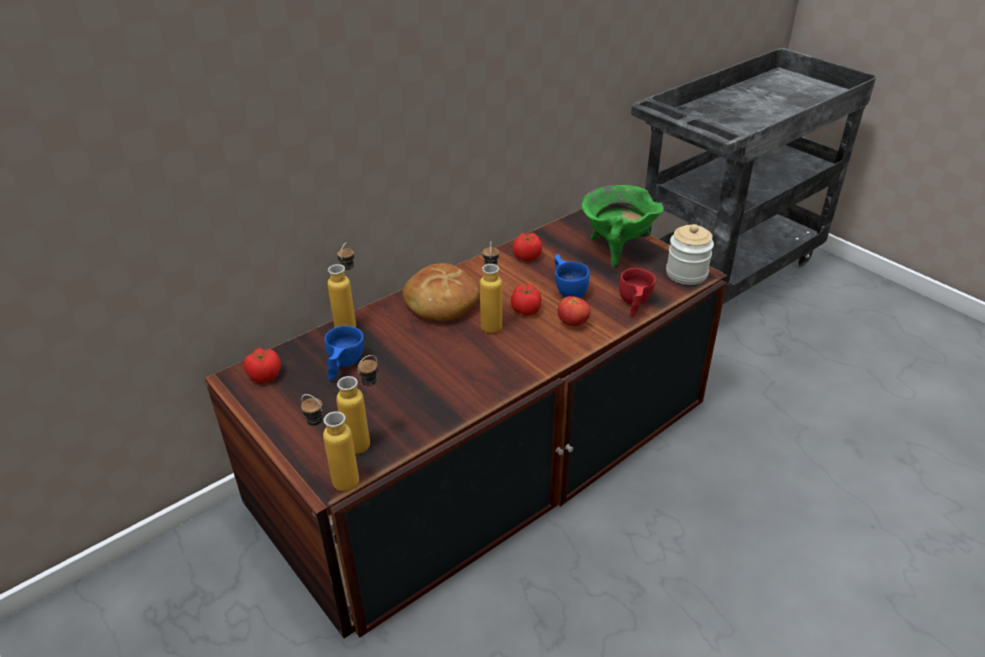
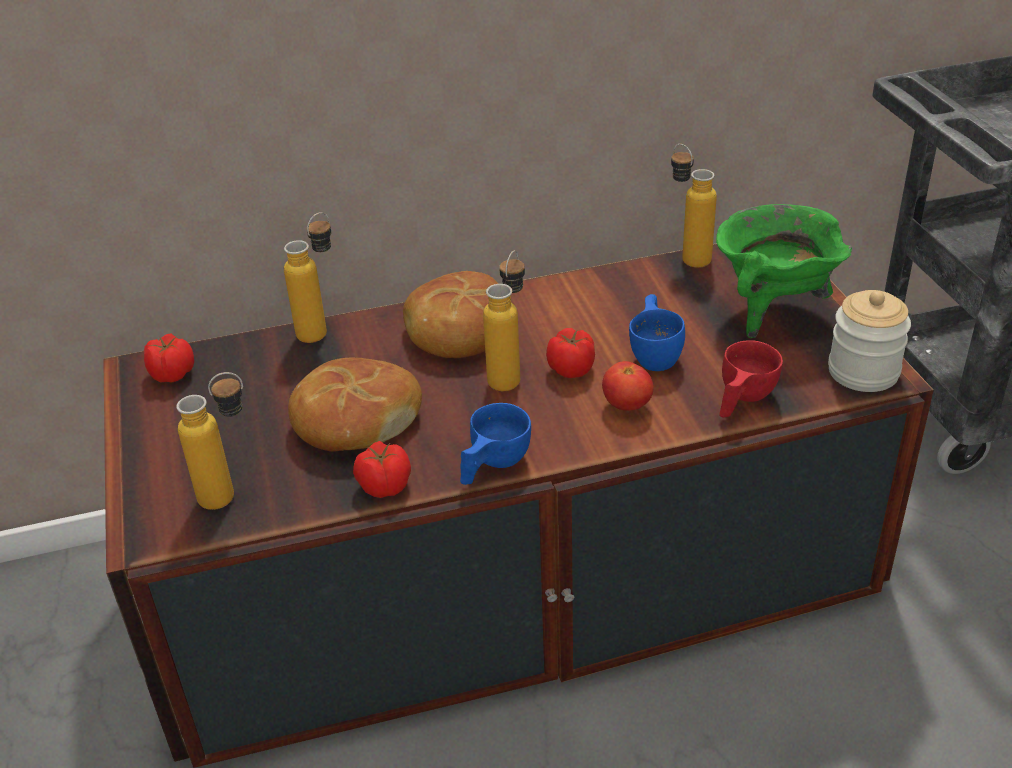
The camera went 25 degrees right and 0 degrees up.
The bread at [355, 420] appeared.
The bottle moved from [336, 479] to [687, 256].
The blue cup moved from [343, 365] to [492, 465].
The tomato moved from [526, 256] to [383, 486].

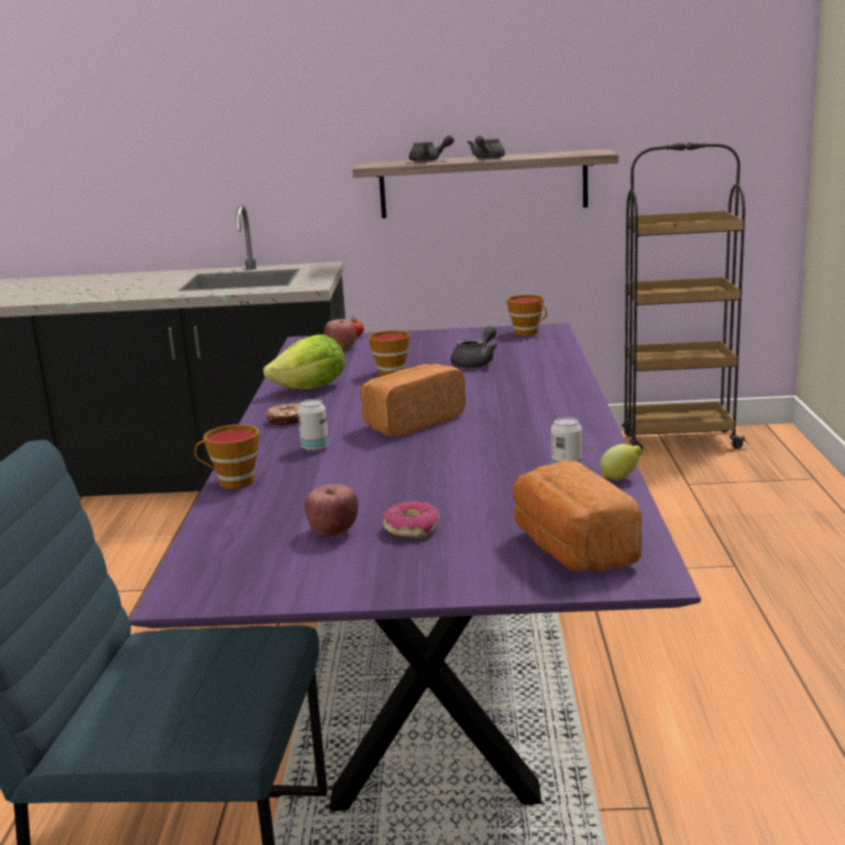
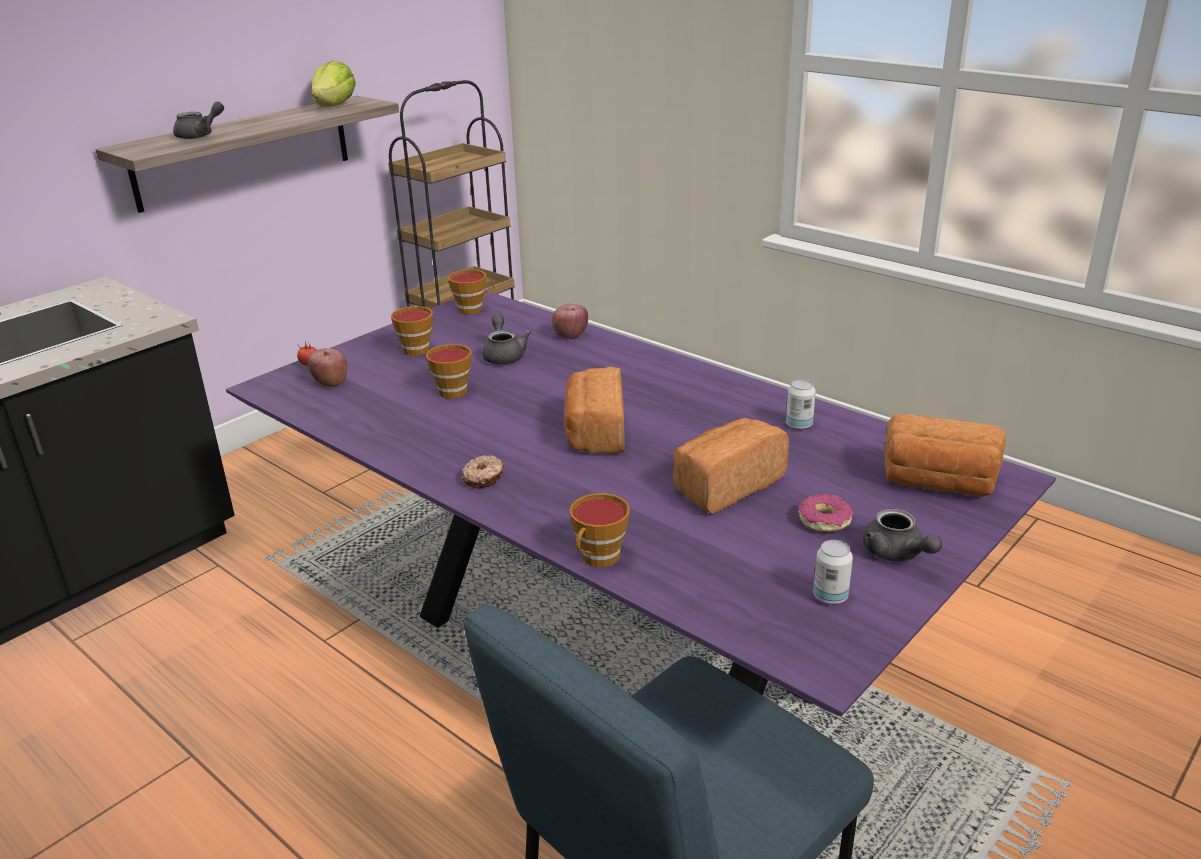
The camera went 50 degrees left and 10 degrees up.
The lemon at [621, 478] disappeared.
The cup at [413, 349] appeared.
The bread at [725, 485] appeared.
The lettuce moved from [311, 388] to [335, 106].
The can moved from [315, 448] to [830, 596].
The apple moved from [333, 532] to [570, 335].
The grey teapot moved from [487, 159] to [897, 554].

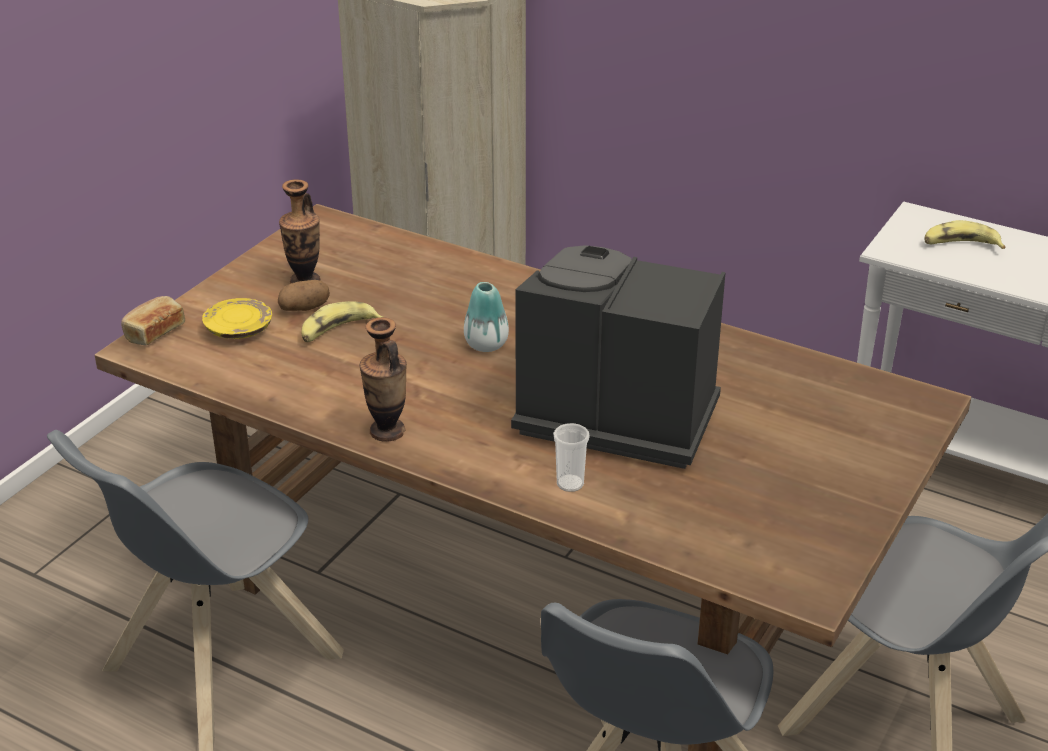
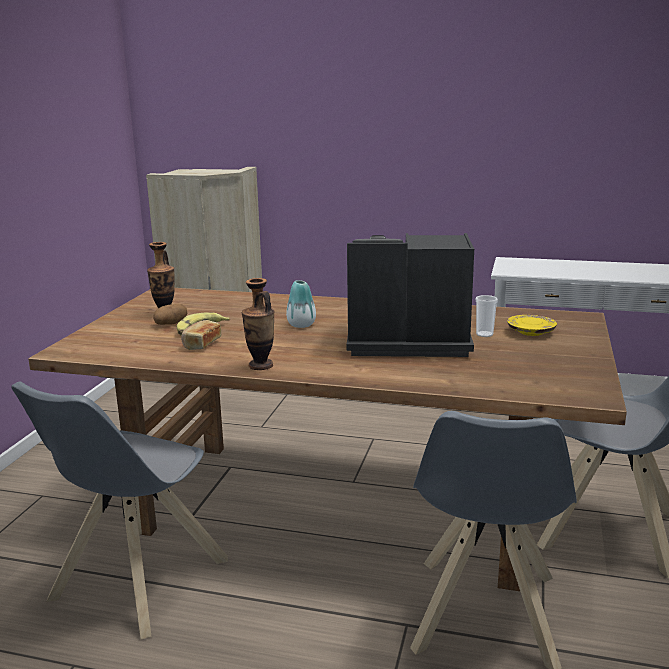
The camera went 15 degrees left and 15 degrees down.
The banana at [960, 245] disappeared.
The bread moved from [154, 332] to [201, 344].
The yellow plate moved from [238, 329] to [530, 332].
The cup moved from [570, 483] to [484, 334].

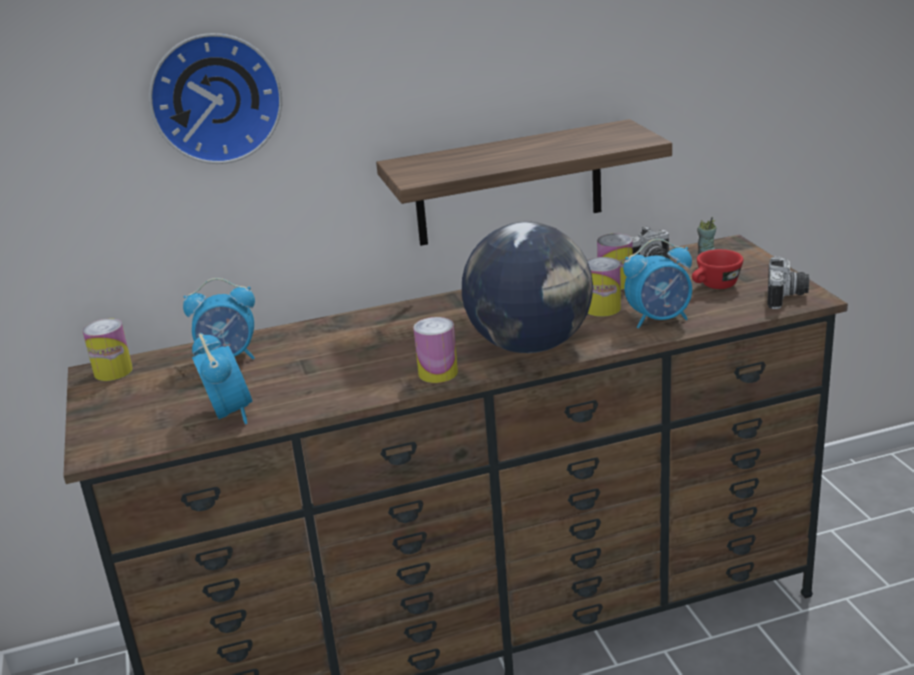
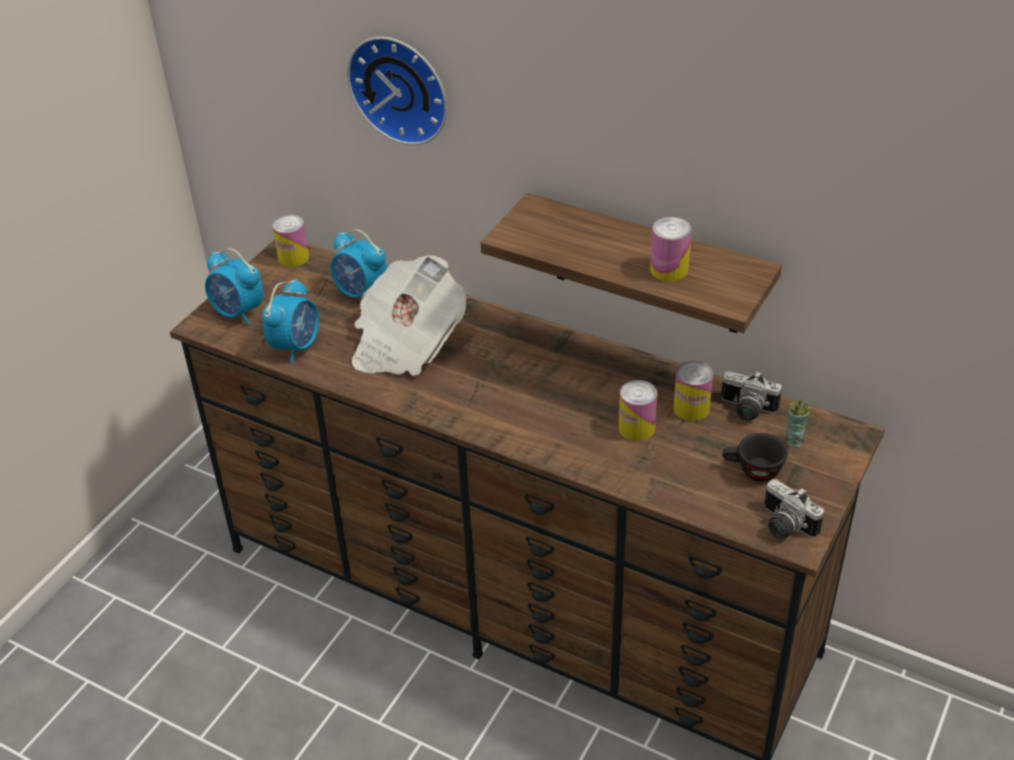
The camera went 45 degrees right and 15 degrees up.
The globe at [530, 345] disappeared.
The newspaper at [406, 343] appeared.
The can moved from [438, 373] to [669, 270].
The alarm clock moved from [659, 319] to [238, 313].
The red cup at [714, 286] became the black cup at [752, 471].
The photo camera at [787, 297] turned 75 degrees clockwise.

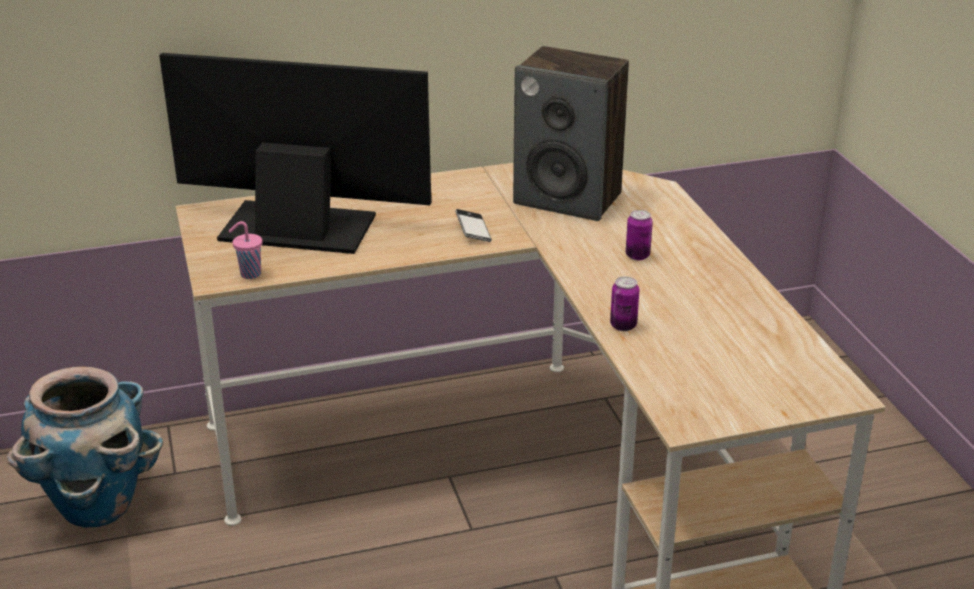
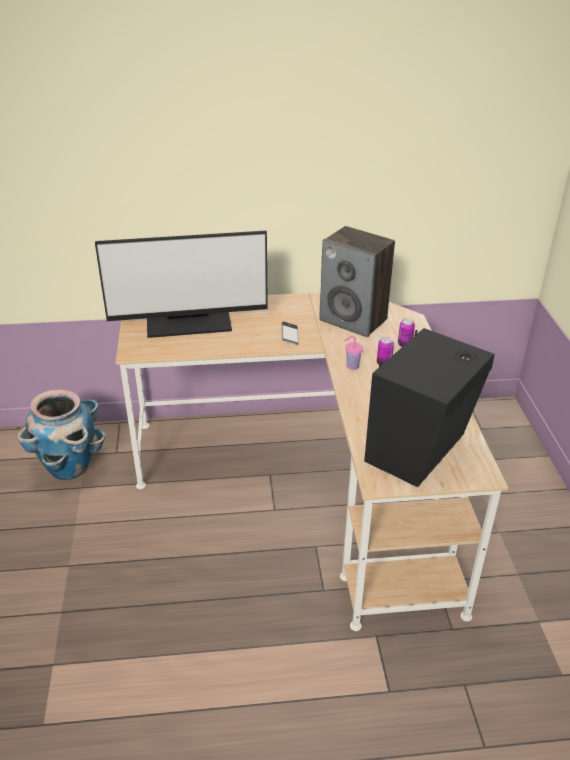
The camera went 10 degrees right and 5 degrees up.
The black speaker at [421, 449] appeared.
The pink cup moved from [249, 274] to [351, 366].
The can moved from [623, 326] to [405, 344].
The monitor at [298, 226] turned 150 degrees clockwise.

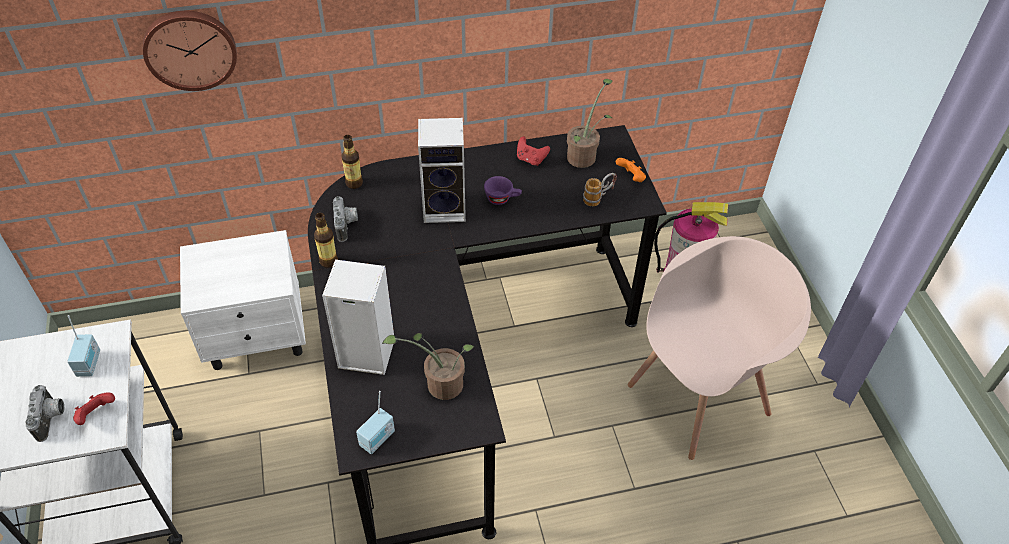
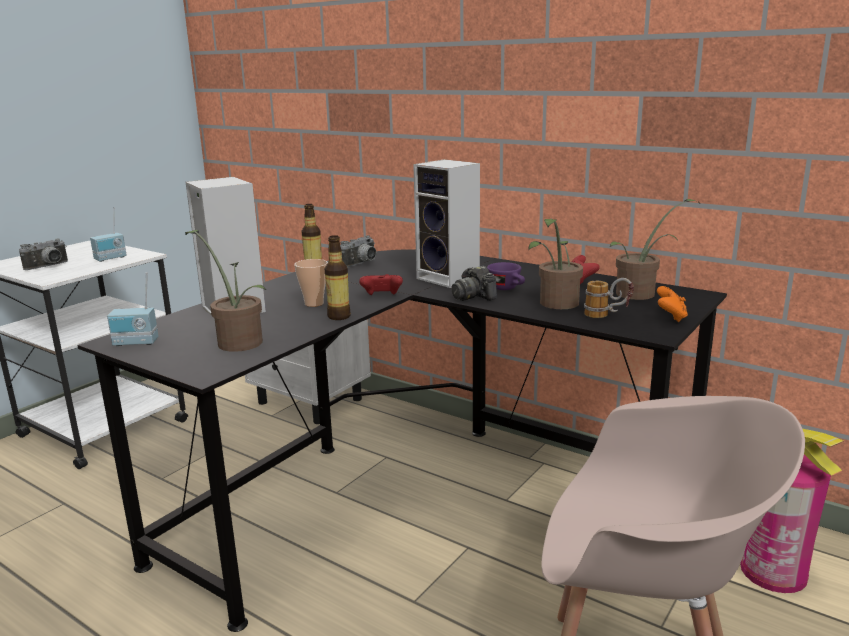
The camera went 50 degrees right and 30 degrees down.
The wall clock at [190, 48] disappeared.
The cup at [314, 303] appeared.
The photo camera at [473, 296] appeared.
The potted plant at [556, 304] appeared.
The red game controller moved from [96, 414] to [382, 296].
The bottle moved from [354, 183] to [339, 316].

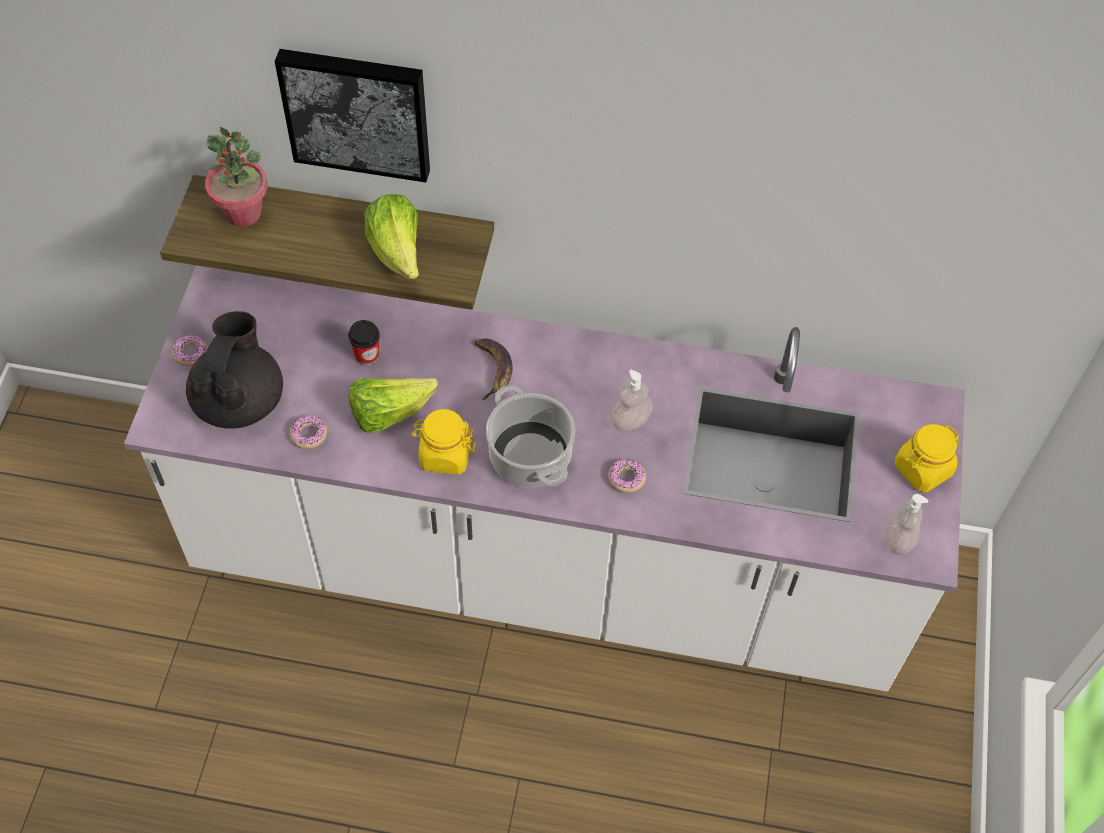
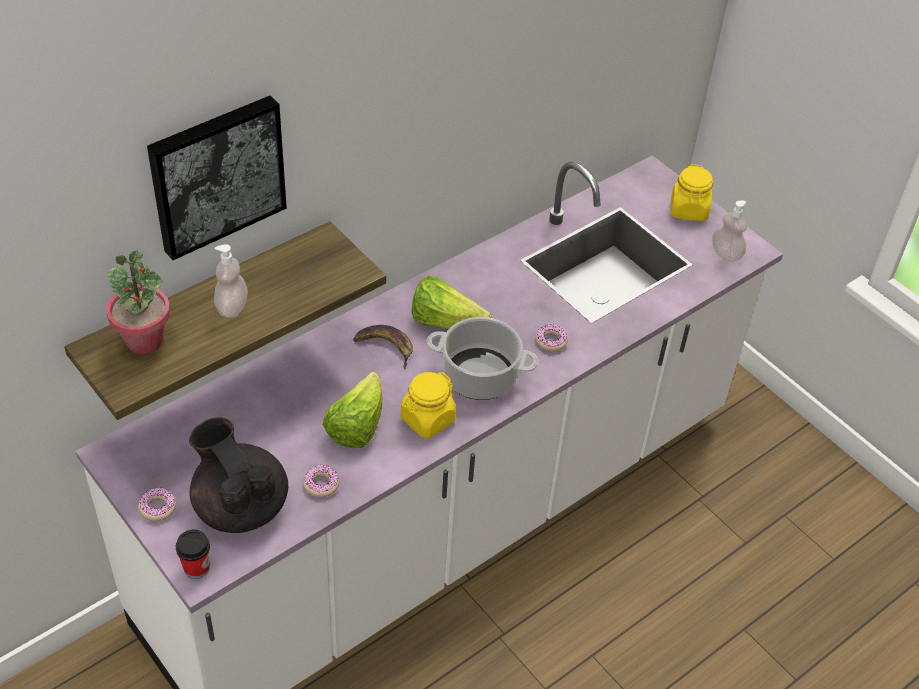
The camera went 50 degrees left and 10 degrees down.
The cup moved from [367, 356] to [196, 567].
The lettuce moved from [397, 253] to [445, 321].
The soap dispenser moved from [630, 421] to [232, 307].

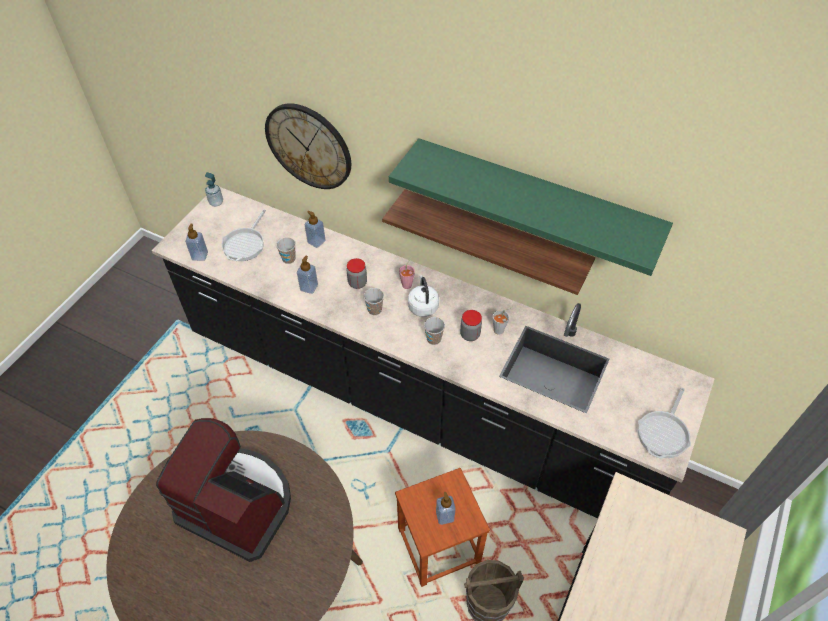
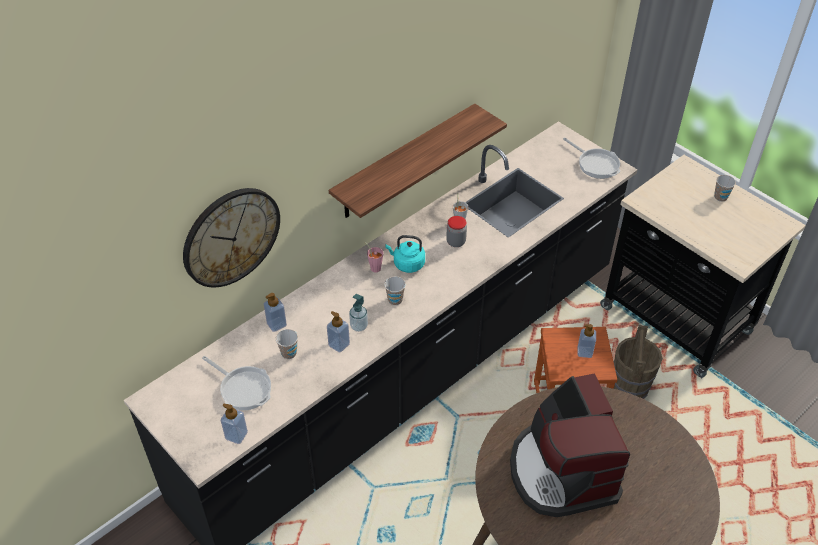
The camera went 70 degrees left and 5 degrees down.
The jar at [357, 283] disappeared.
The green shelf at [535, 198] disappeared.
The soap dispenser moved from [216, 202] to [359, 326].
The cup moved from [433, 339] to [720, 197].
The white kettle at [423, 306] became the turquoise kettle at [407, 264].
The coffee machine at [237, 504] turned 60 degrees counterclockwise.

